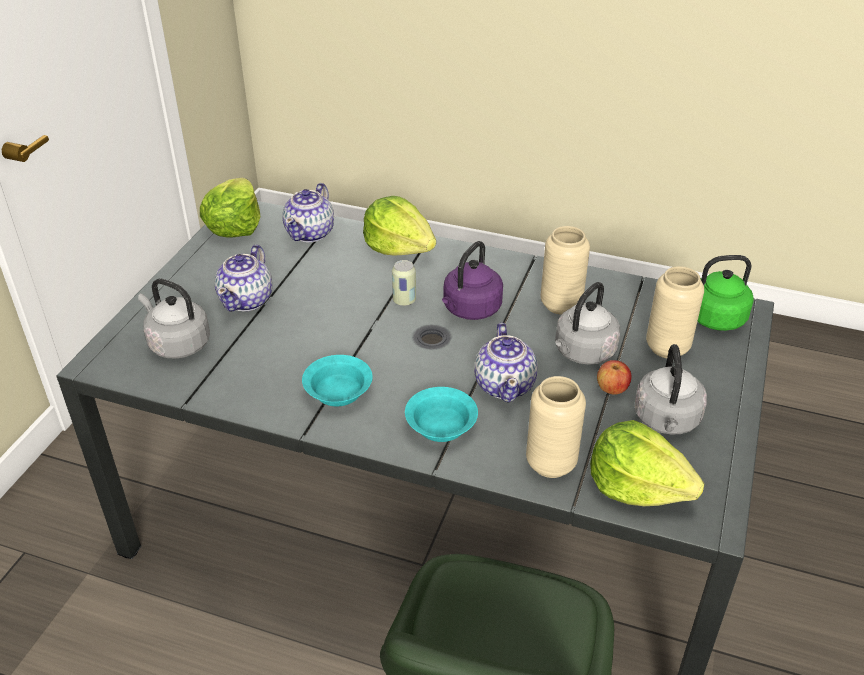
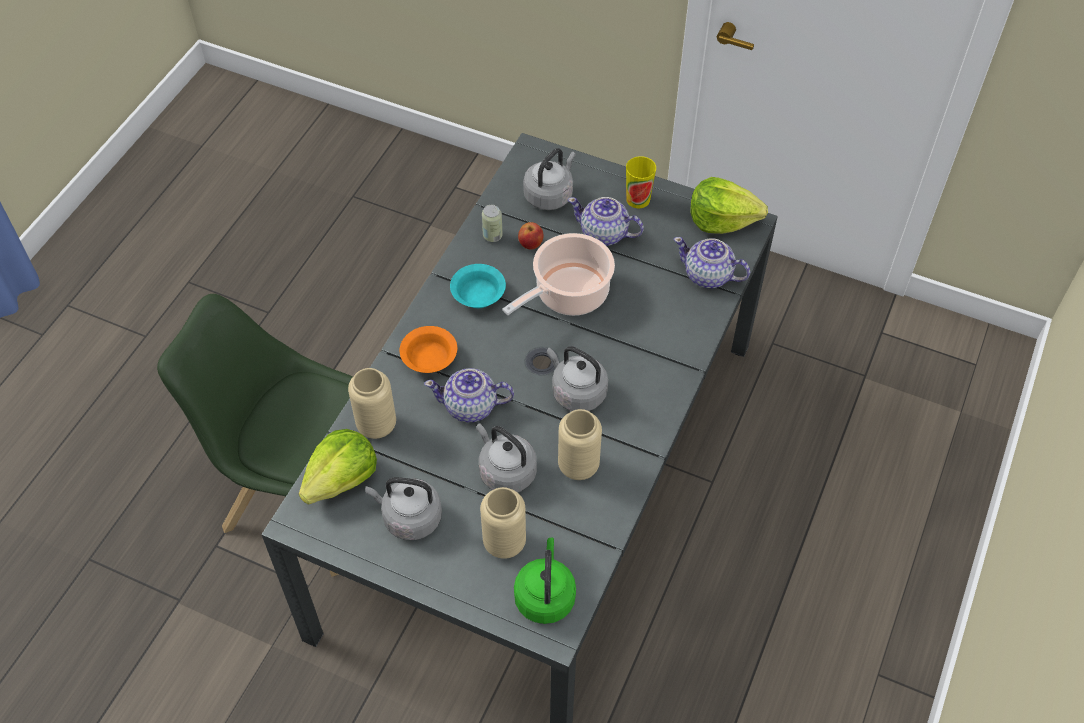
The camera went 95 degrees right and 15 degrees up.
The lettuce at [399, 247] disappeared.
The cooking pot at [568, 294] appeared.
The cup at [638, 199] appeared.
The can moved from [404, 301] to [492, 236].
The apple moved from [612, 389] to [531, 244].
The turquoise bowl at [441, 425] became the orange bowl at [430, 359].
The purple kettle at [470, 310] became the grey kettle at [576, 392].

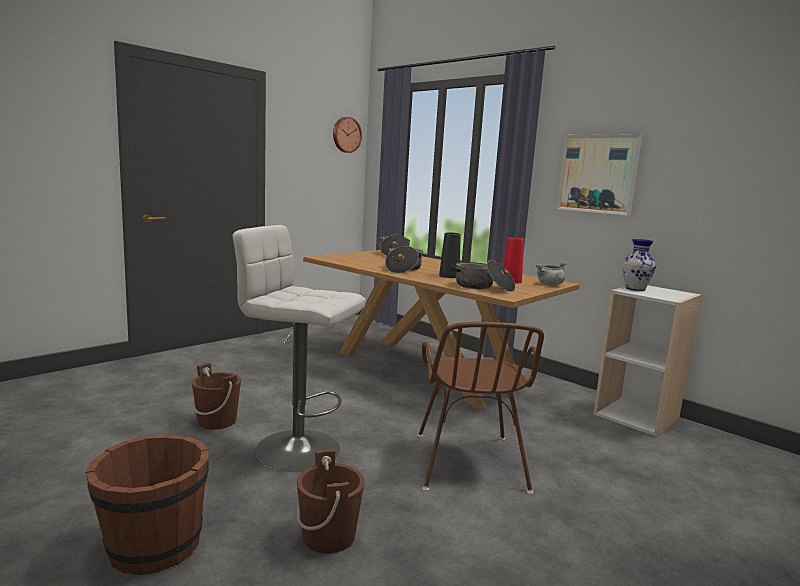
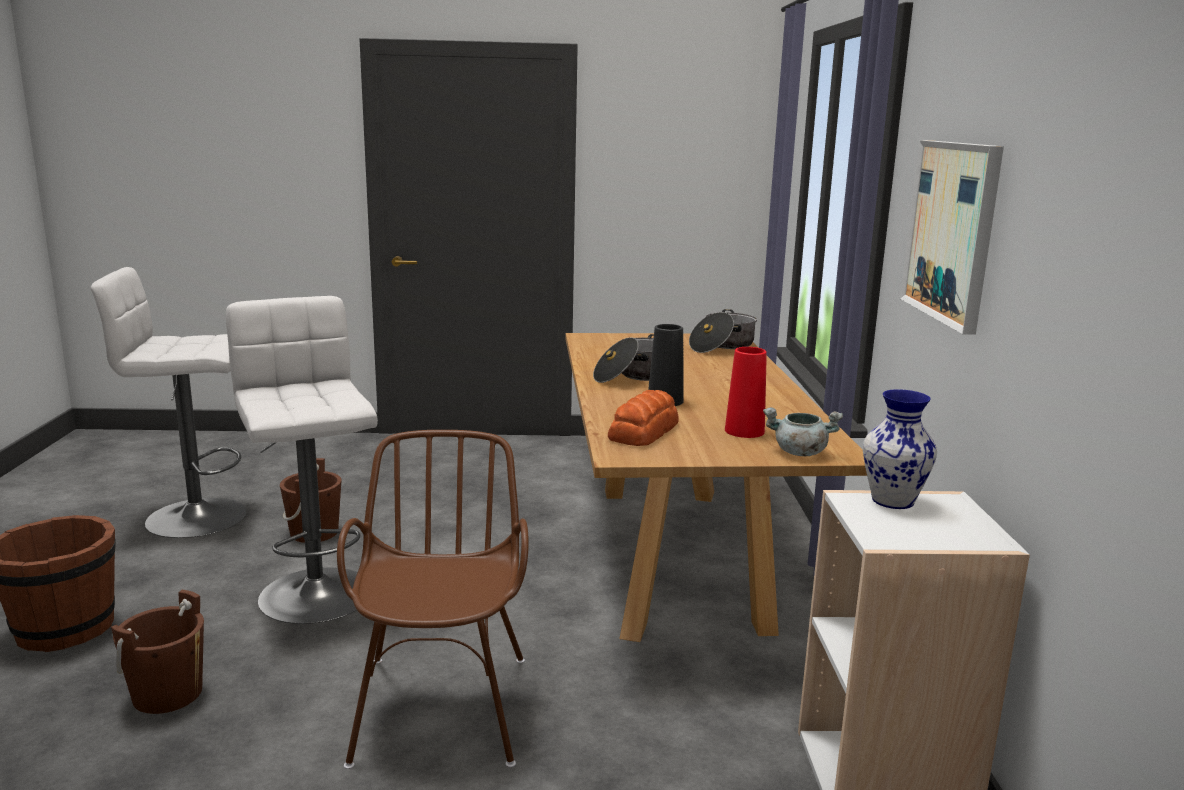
The camera went 45 degrees right and 5 degrees up.
The wall clock at [346, 134] disappeared.
The white stool at [196, 517] appeared.
The cooking pot at [483, 287] was replaced by the bread at [645, 431].
The brown chair at [470, 464] turned 135 degrees clockwise.

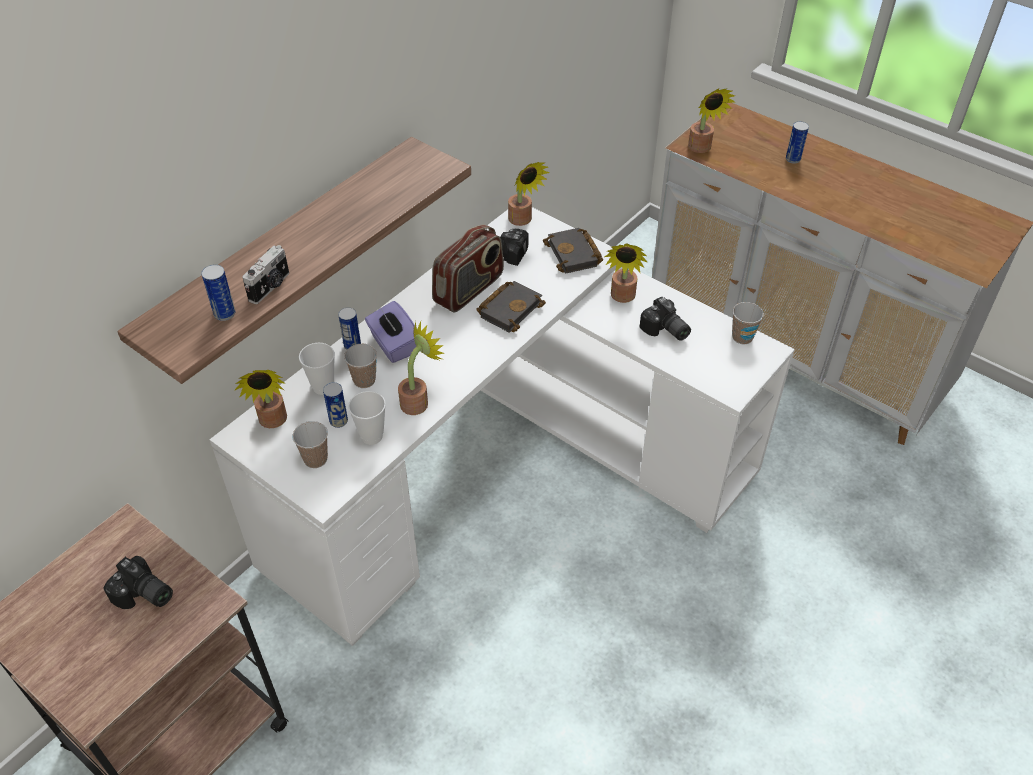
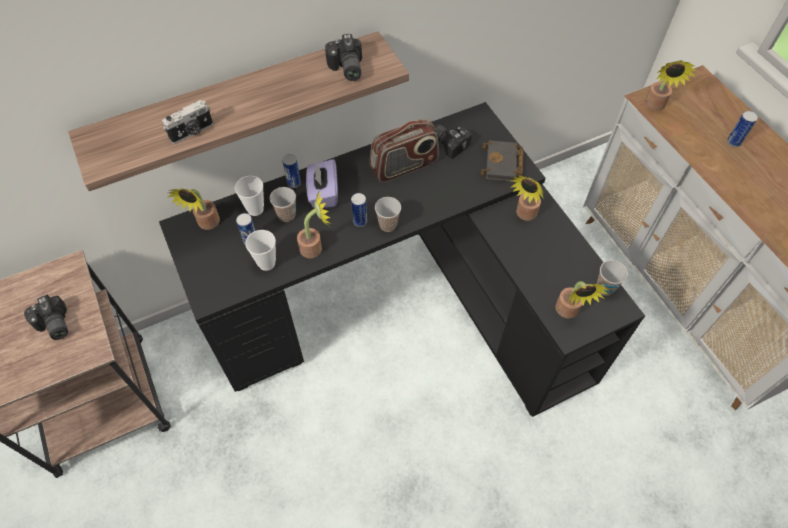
The camera went 25 degrees right and 10 degrees up.
The black book at [510, 308] disappeared.
The can moved from [224, 314] to [360, 221].
The cup moved from [315, 459] to [388, 225].
The potted plant moved from [522, 221] to [568, 312].
The photo camera moved from [665, 331] to [345, 69].
The white desk at [503, 471] became the black desk at [405, 303].

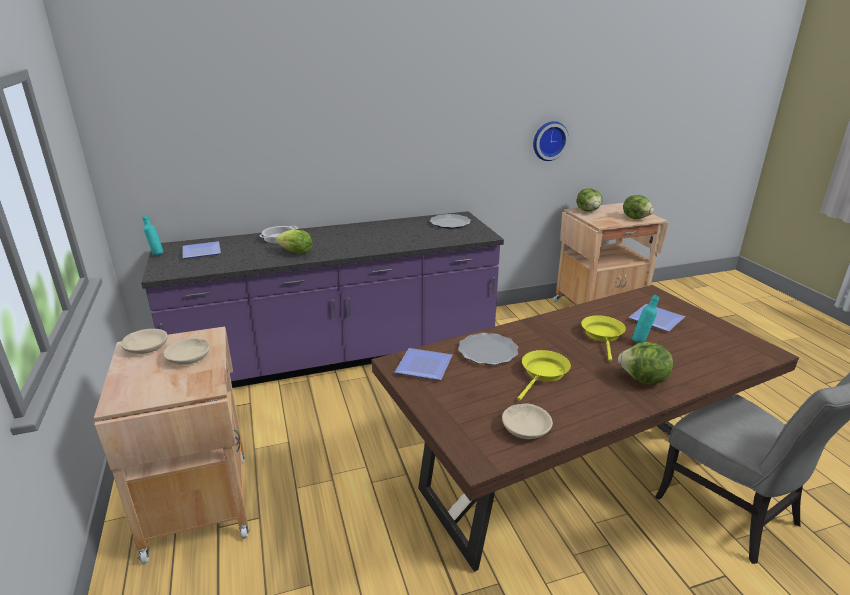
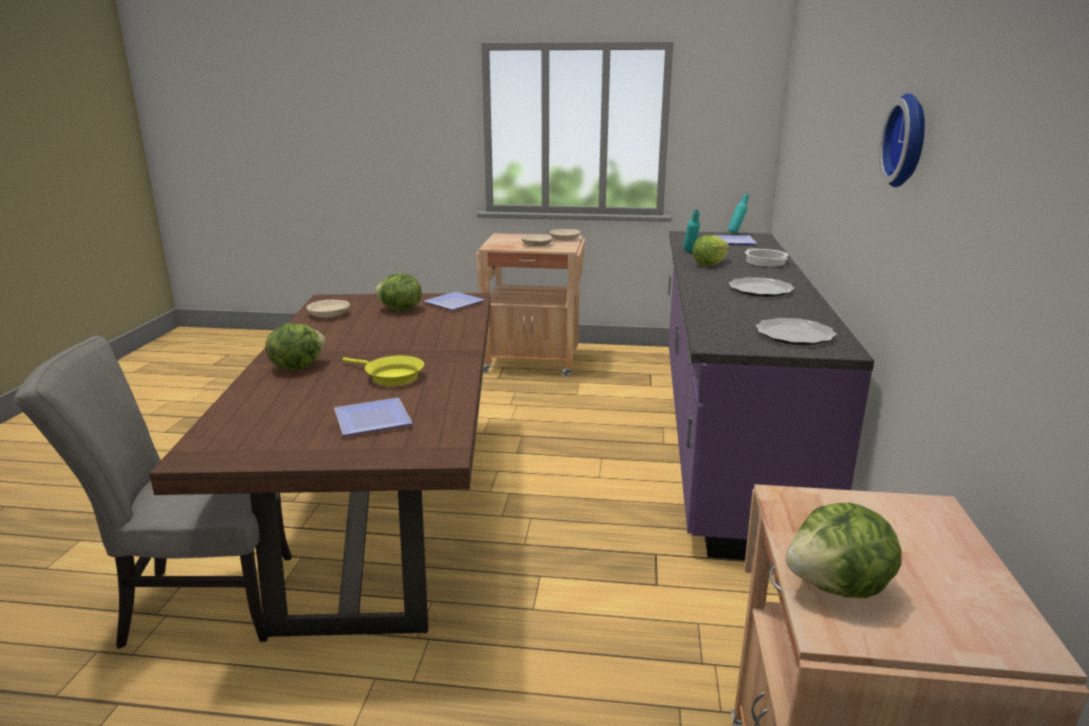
The camera went 115 degrees right and 5 degrees down.
The yellow frying pan at [543, 374] disappeared.
The plate moved from [488, 352] to [760, 290].
The wall clock moved from [549, 140] to [910, 141].
The lettuce moved from [588, 211] to [399, 310].
The turquoise bottle moved from [641, 341] to [690, 252].

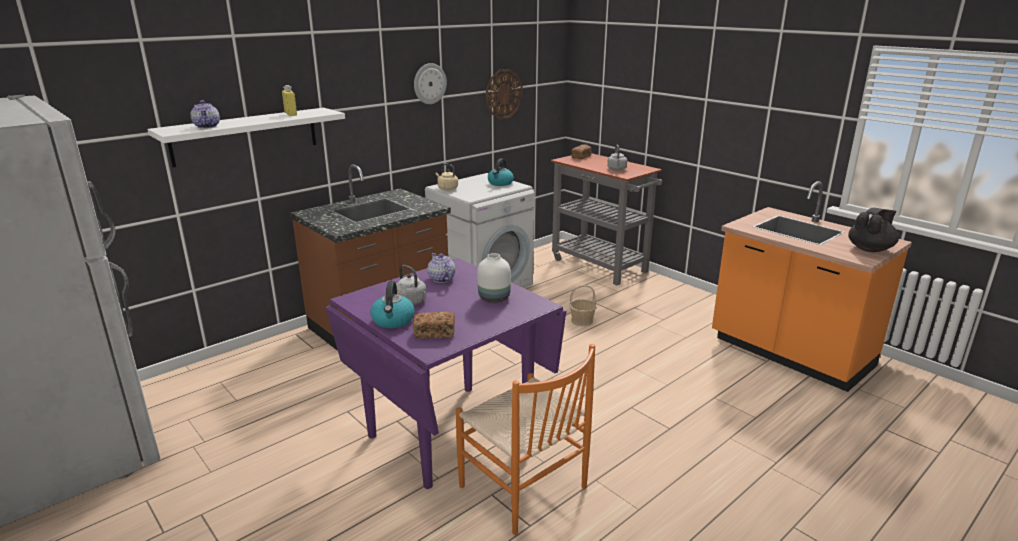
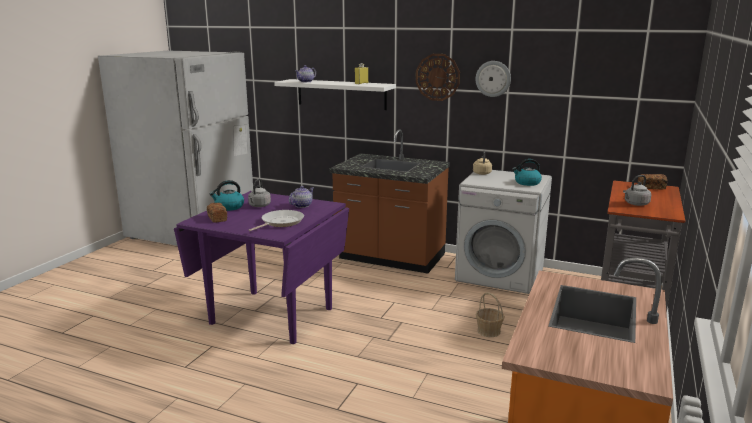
The camera went 65 degrees right and 5 degrees down.
The orange chair at [526, 490] disappeared.
The black teapot at [870, 249] disappeared.
The wall clock moved from [503, 94] to [437, 77].
The white vase at [494, 298] was replaced by the frying pan at [280, 222].

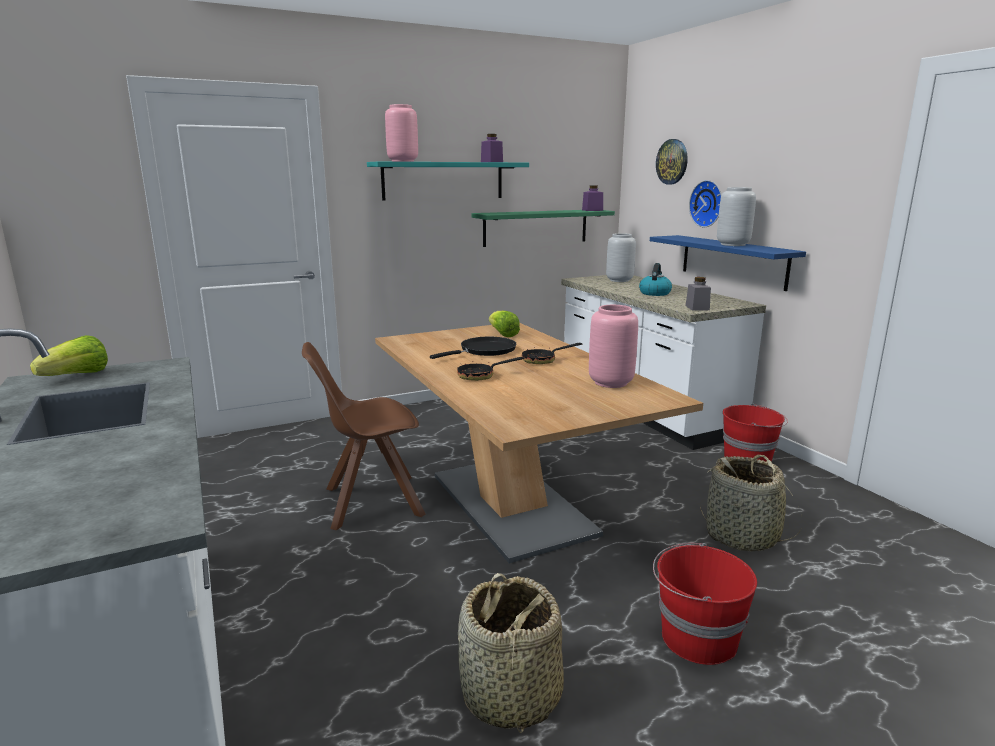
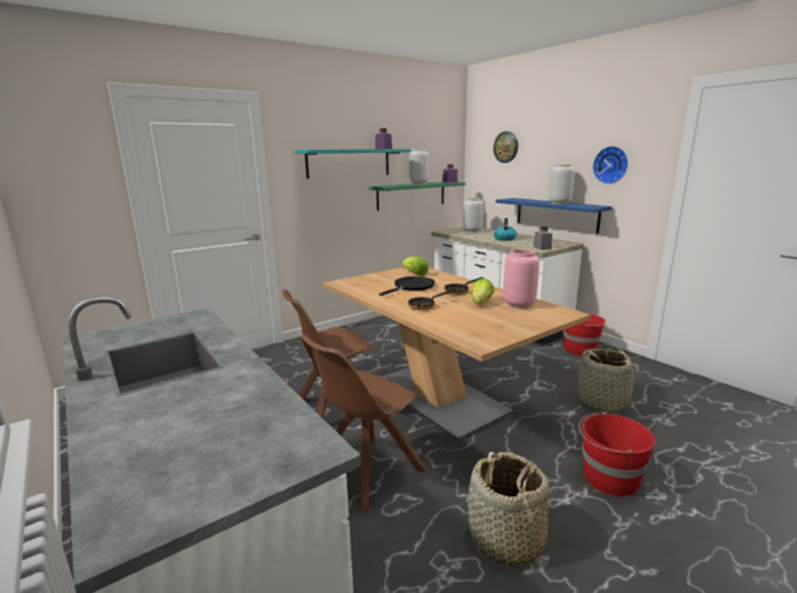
The camera went 10 degrees left and 0 degrees up.
The pink vase at [402, 161] disappeared.
The brown chair at [365, 472] appeared.
The grey vase at [419, 183] appeared.
The lettuce moved from [77, 376] to [481, 302].
The wall clock moved from [708, 203] to [611, 165].

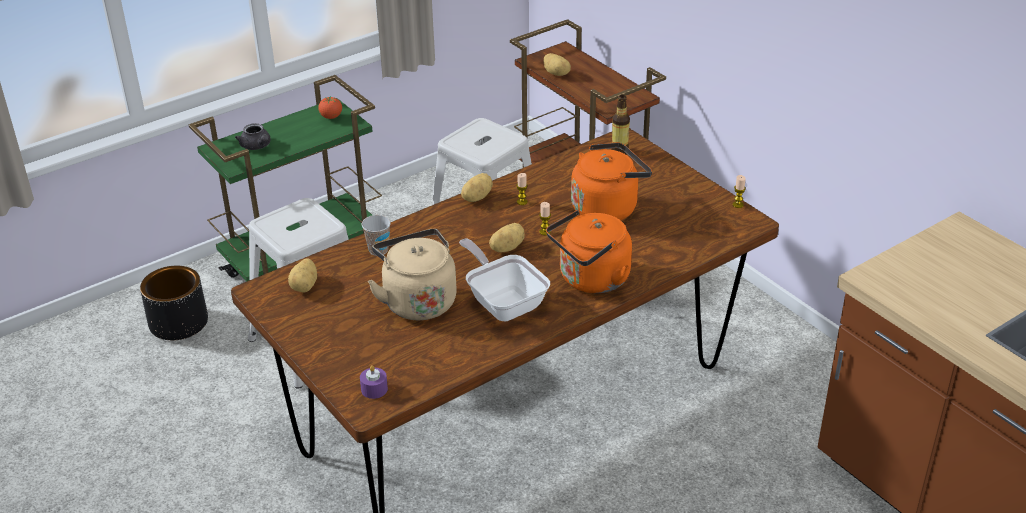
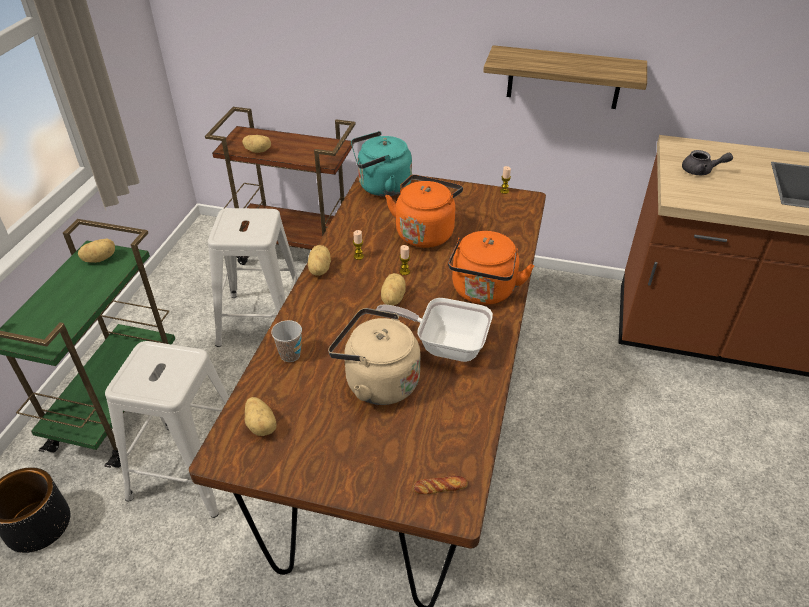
The camera went 40 degrees left and 5 degrees up.
The shelf at [564, 78] appeared.
The grey teapot moved from [257, 146] to [701, 171].
The tomato at [331, 117] was replaced by the potato at [100, 259].
The purple candle at [374, 389] was replaced by the bread at [440, 487].
The bottle at [619, 151] was replaced by the turquoise kettle at [381, 187].

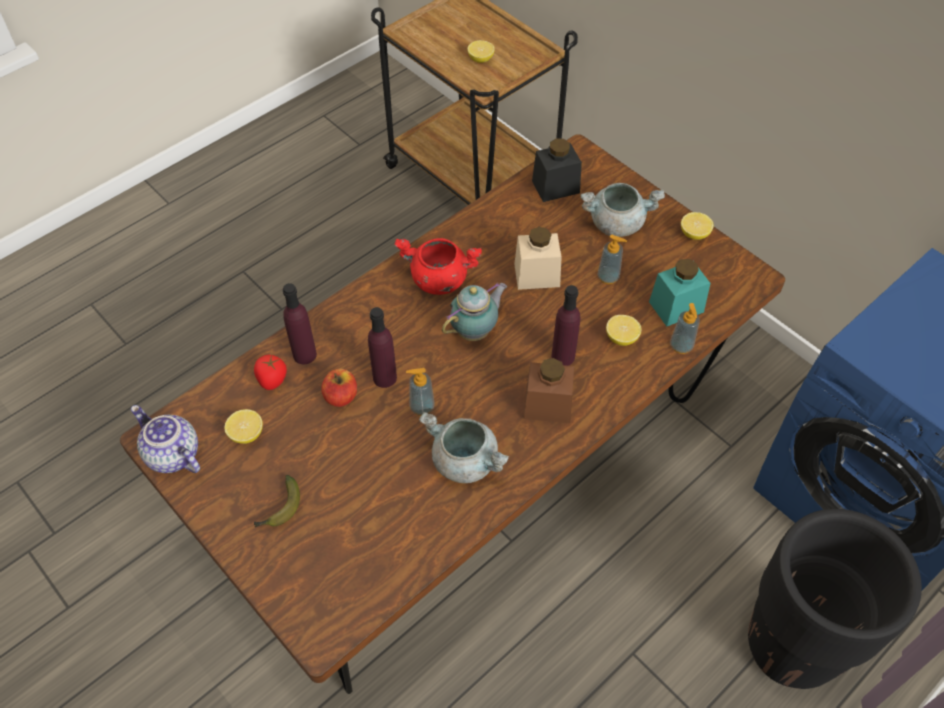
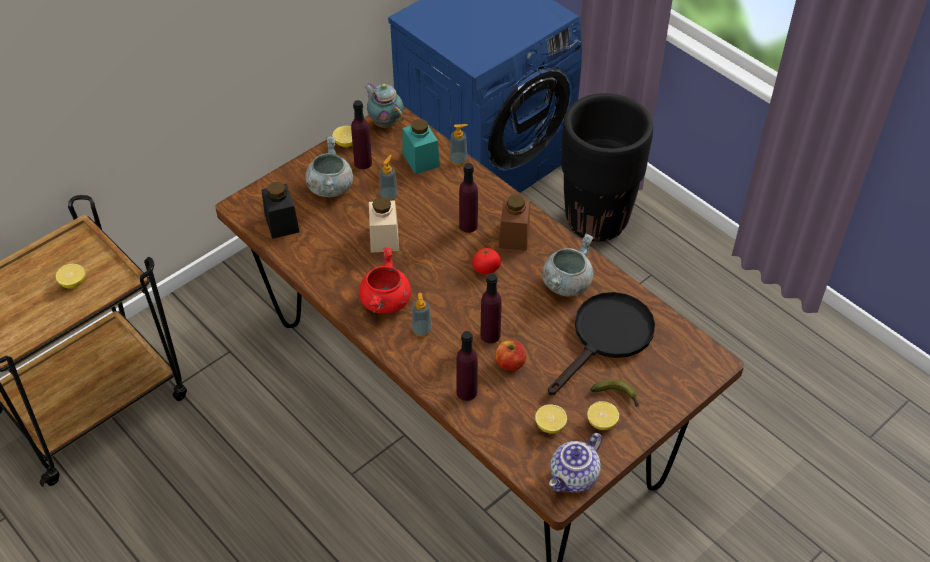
The camera went 90 degrees left and 5 degrees down.
The purple bottle at [363, 163] appeared.
The black frying pan at [607, 337] appeared.
The tomato moved from [272, 380] to [486, 268].
The soap dispenser moved from [422, 407] to [421, 330].
The teapot moved from [475, 331] to [385, 122].
The lemon moved from [621, 338] to [601, 422].

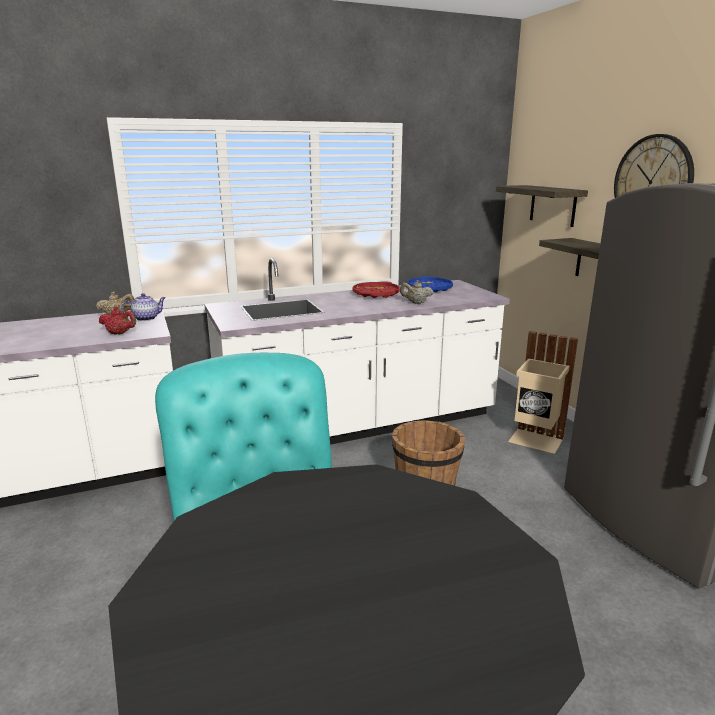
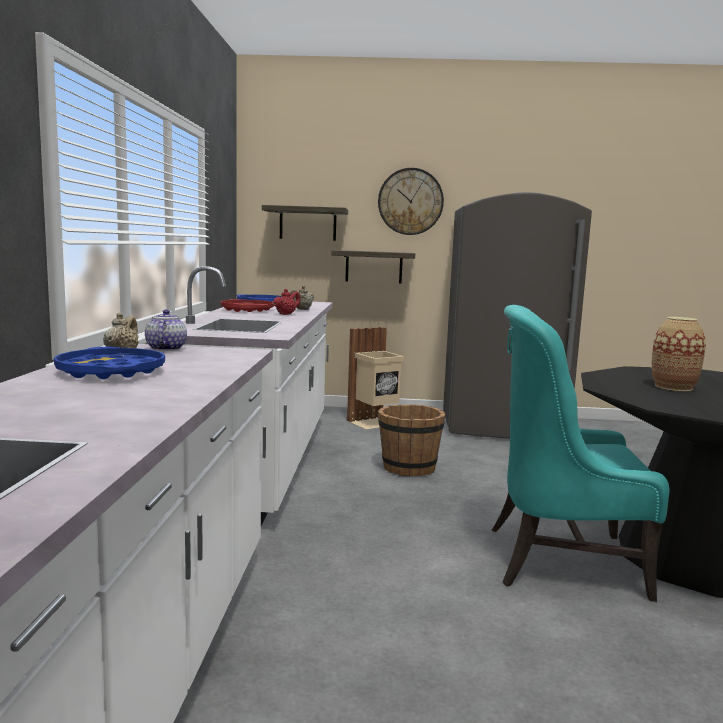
The camera went 65 degrees left and 10 degrees down.
The blue tray at [111, 372] appeared.
The vase at [673, 387] appeared.
The red teapot moved from [120, 333] to [286, 314].

